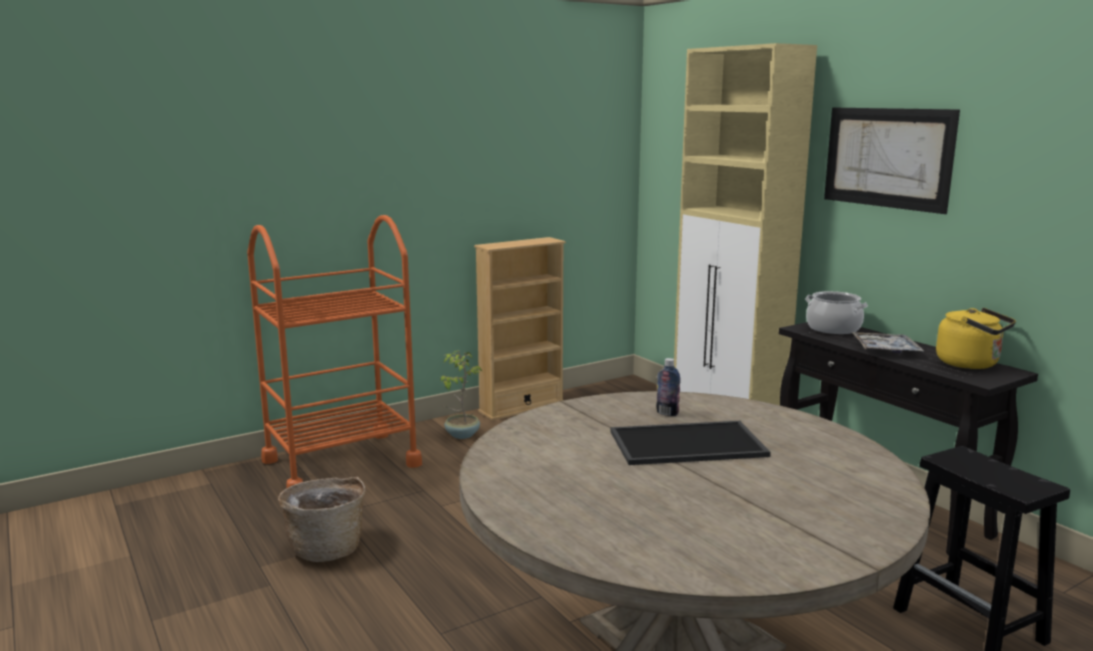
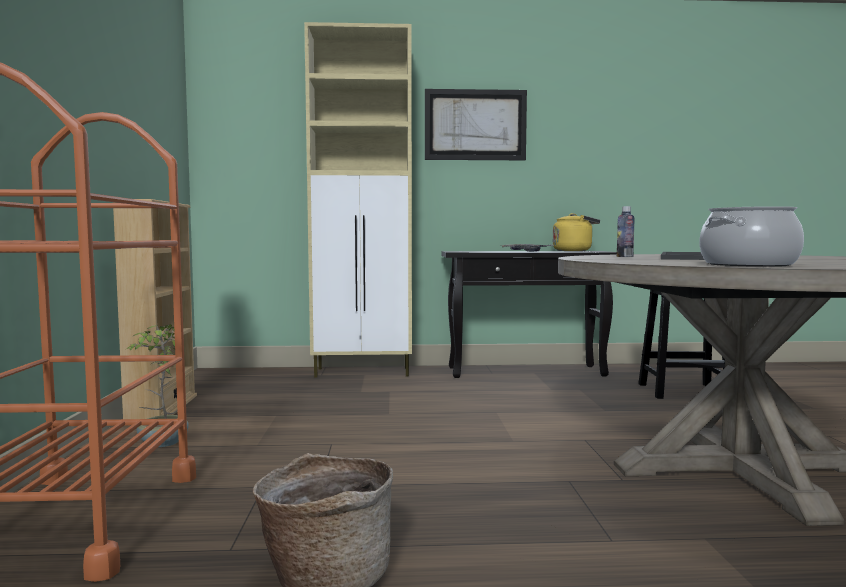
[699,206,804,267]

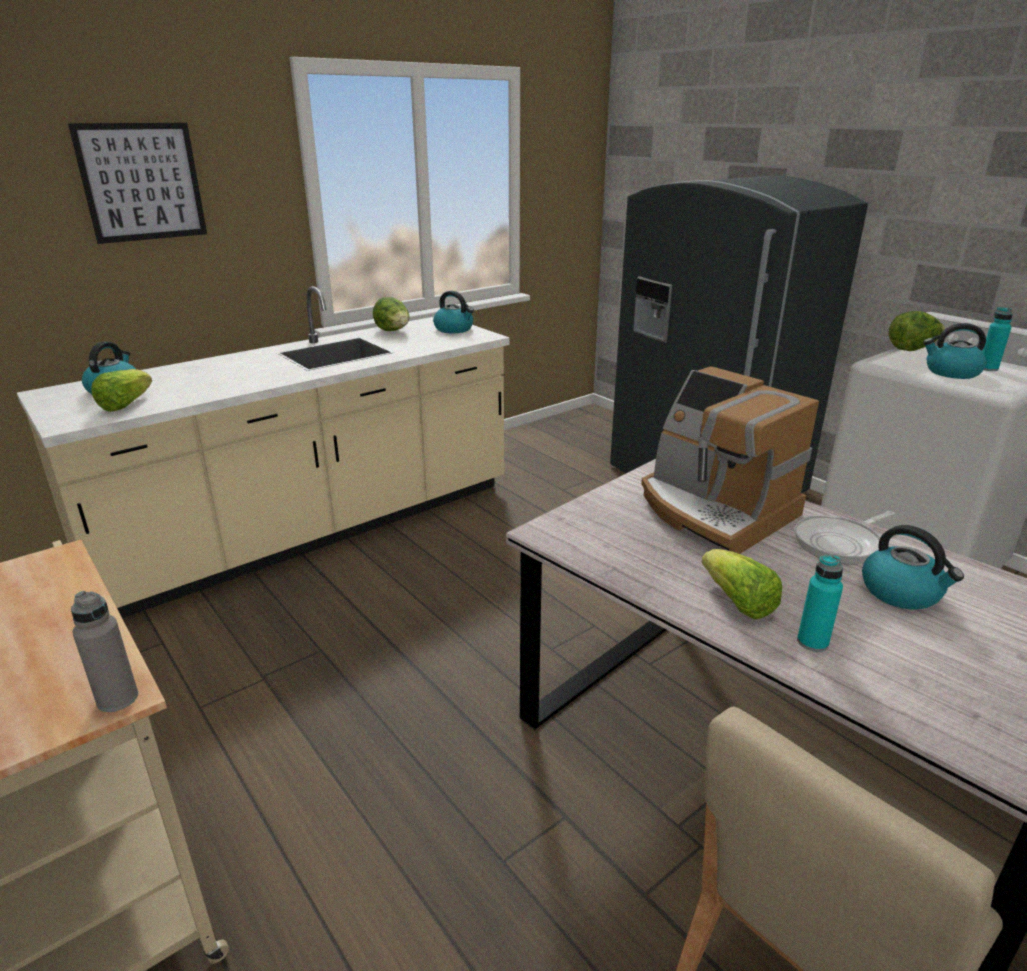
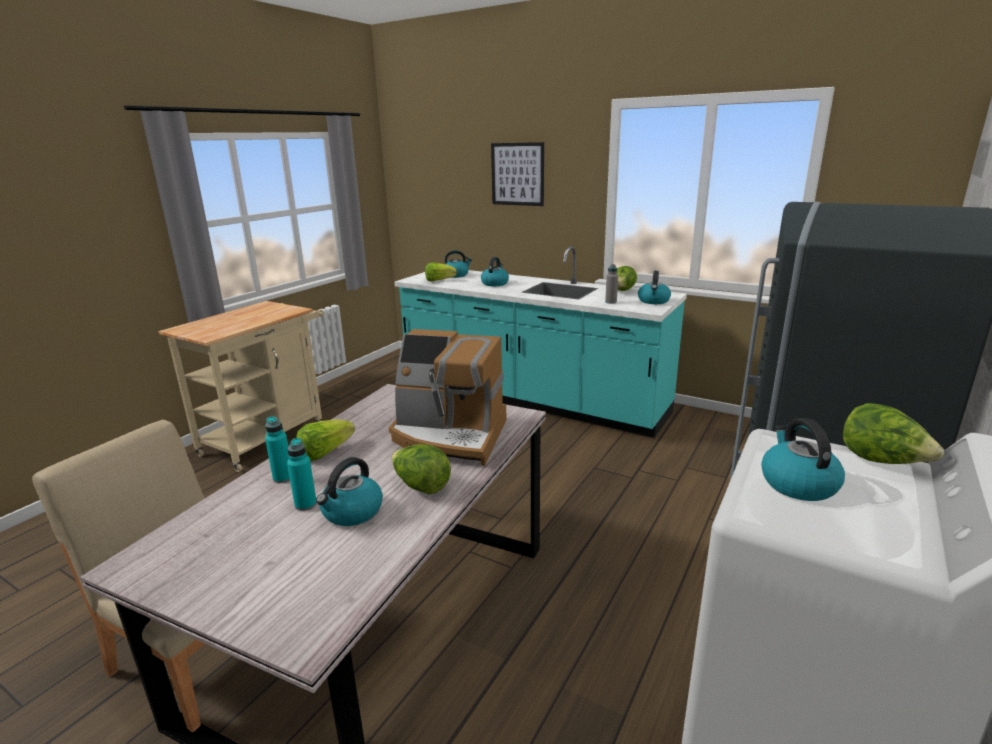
[481,257,509,286]
[605,264,618,304]
[287,438,317,511]
[391,444,451,494]
[395,246,687,438]
[389,329,506,466]

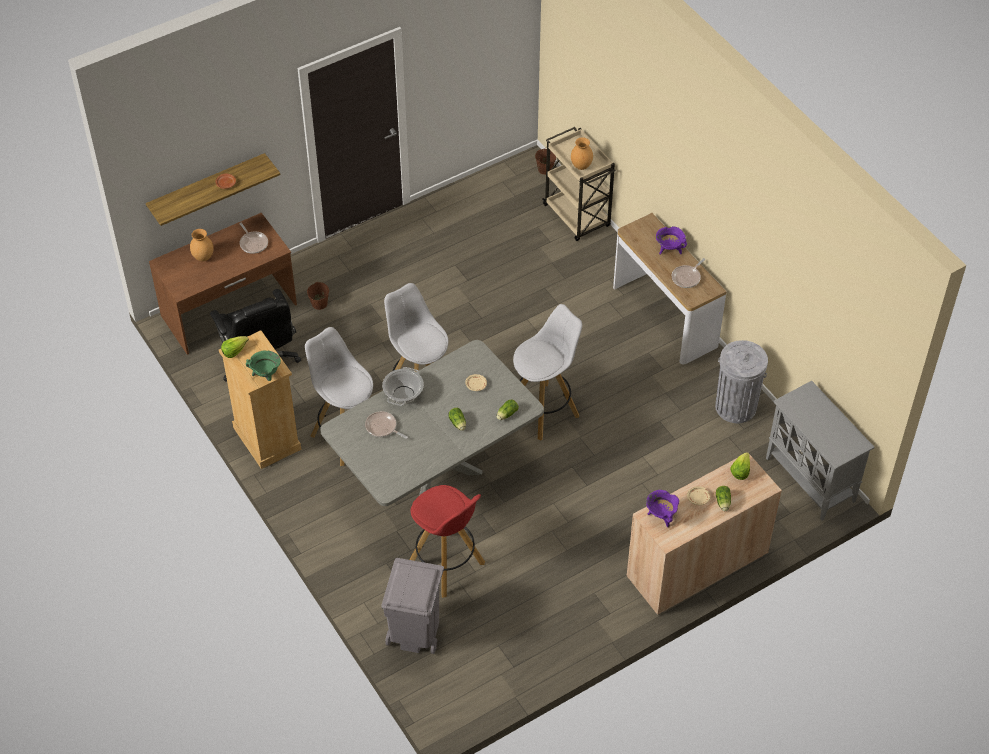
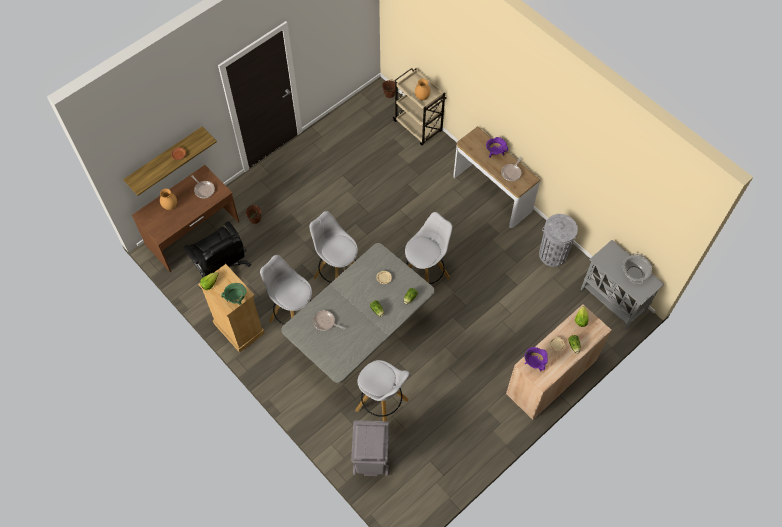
[623,253,652,284]
[356,360,409,421]

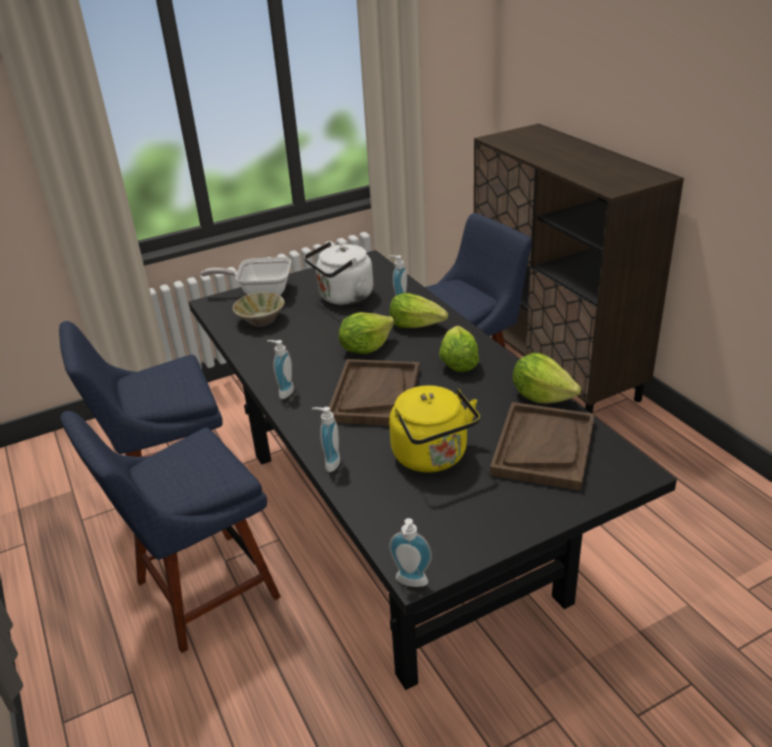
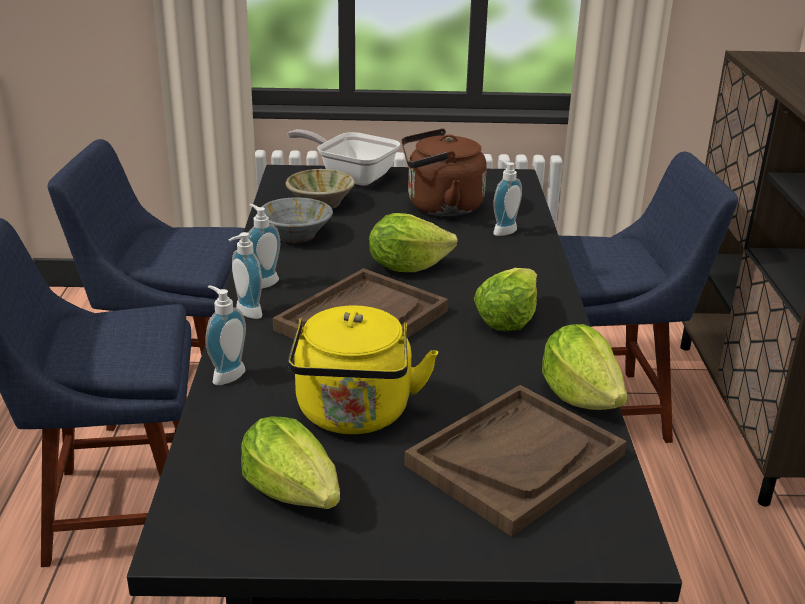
[262,197,333,243]
[241,416,340,509]
[229,232,262,319]
[401,128,487,217]

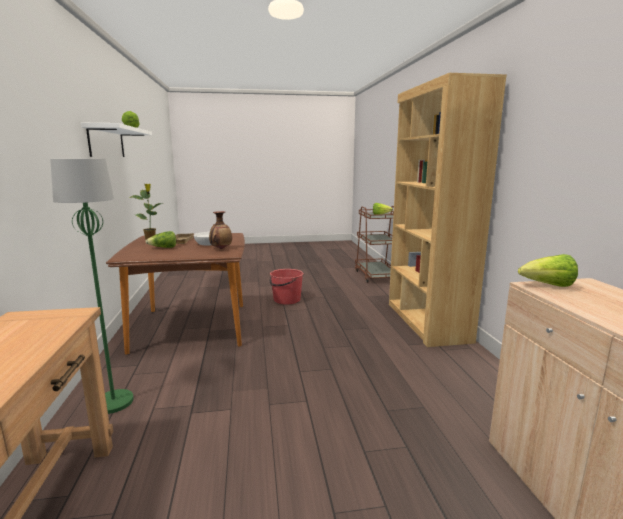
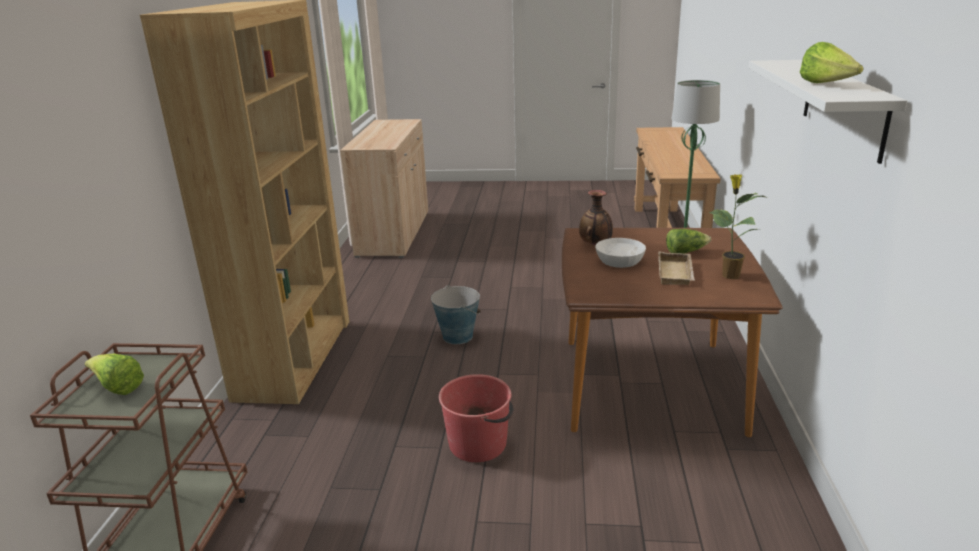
[518,254,578,287] (first image)
[431,285,481,344]

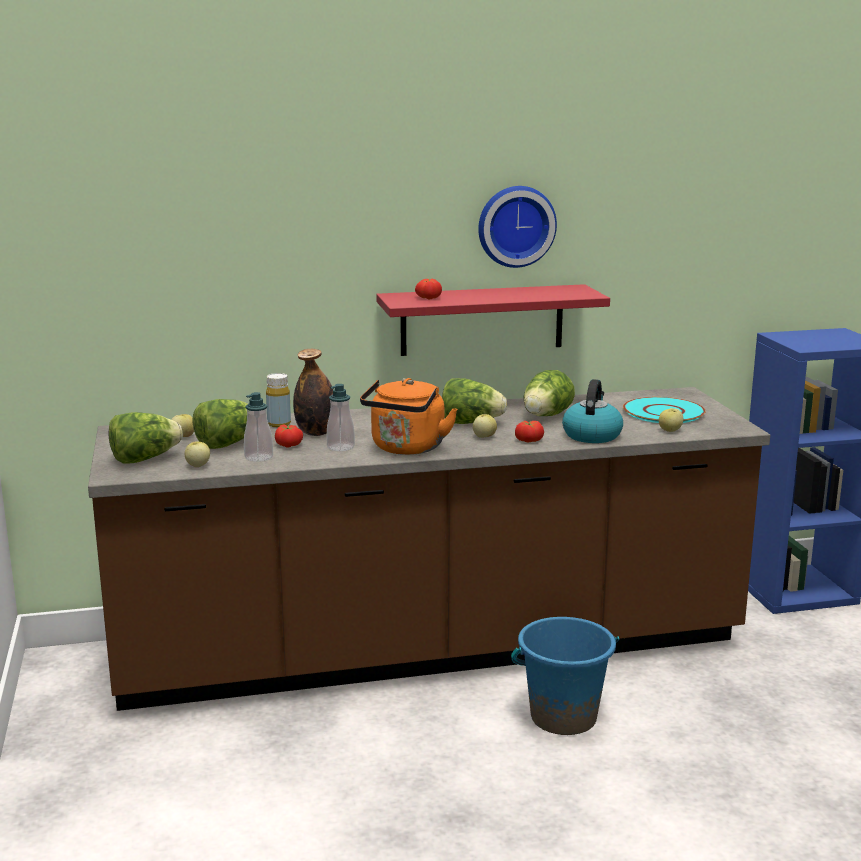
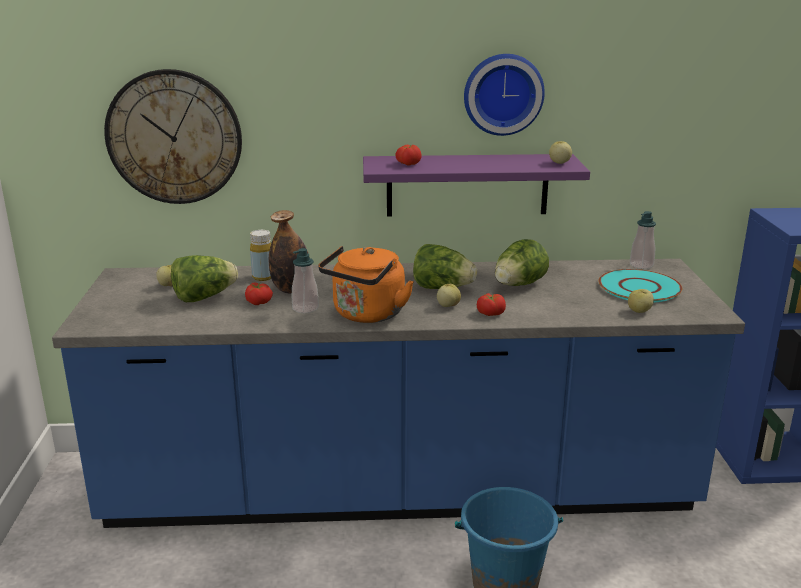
[108,412,183,464] (first image)
[562,379,623,443] (first image)
[104,69,242,204]
[549,141,572,164]
[630,211,656,269]
[52,259,745,528]
[363,154,590,216]

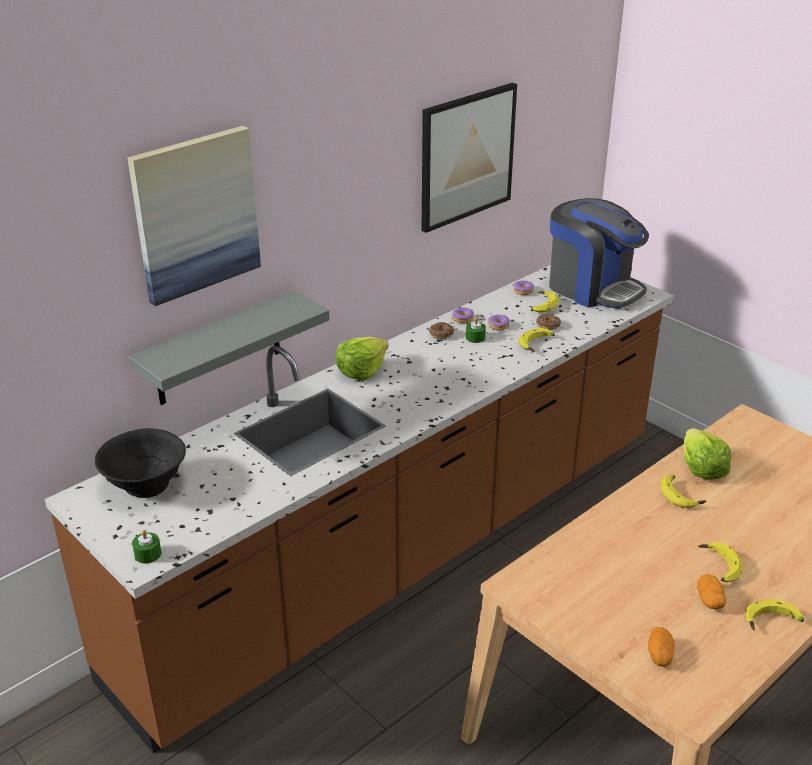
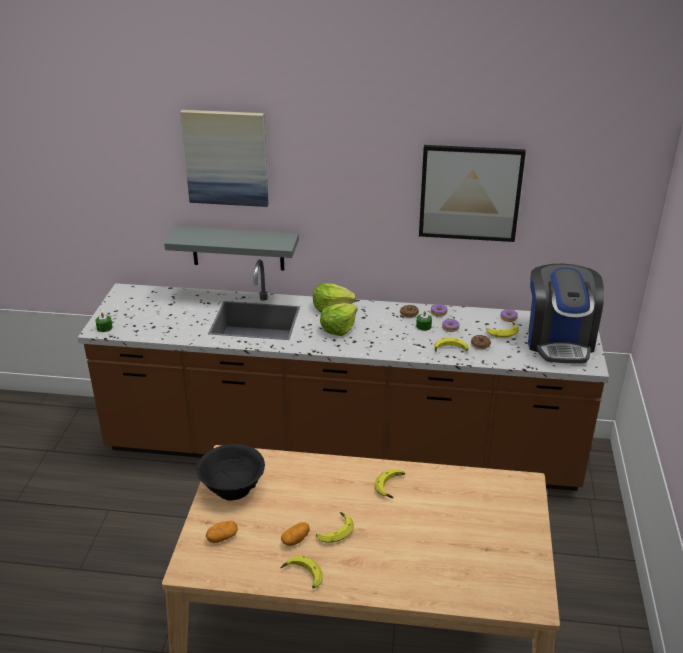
[197,444,265,500]
[320,303,357,336]

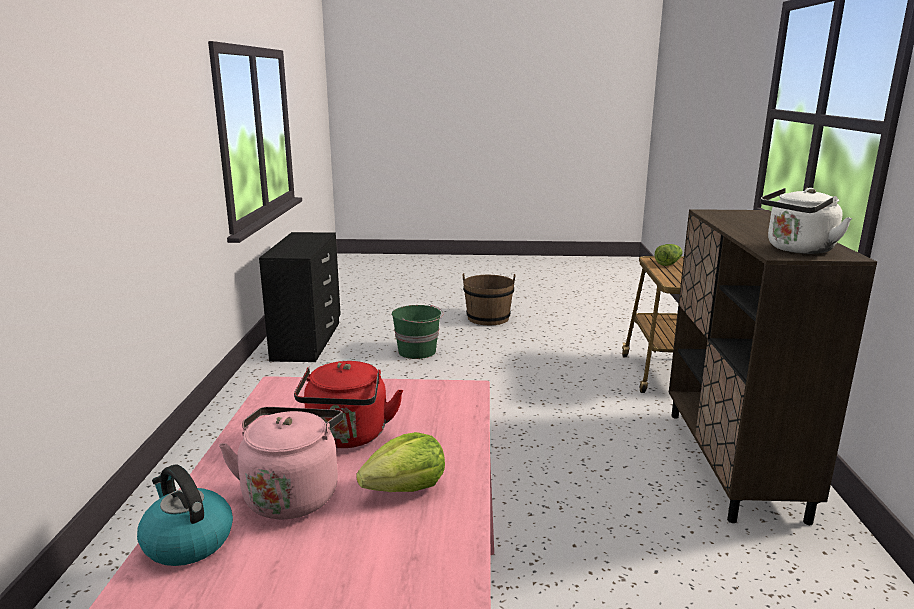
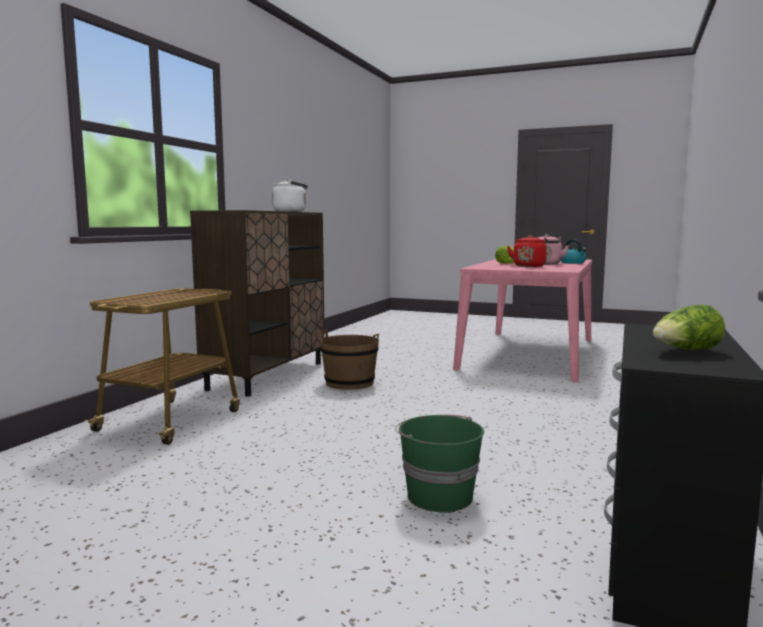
[320,329,379,390]
[653,304,725,350]

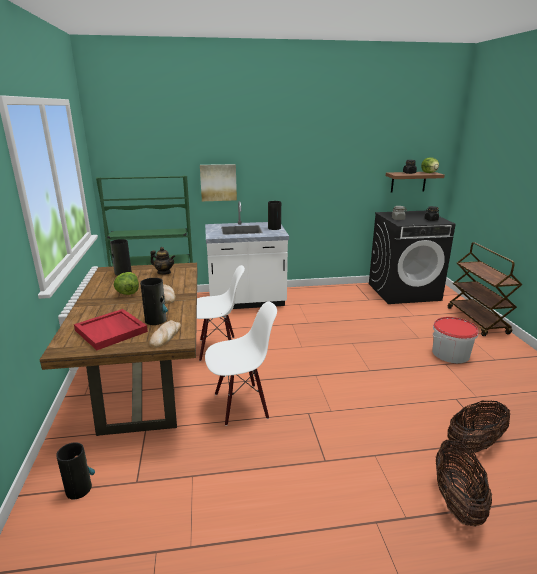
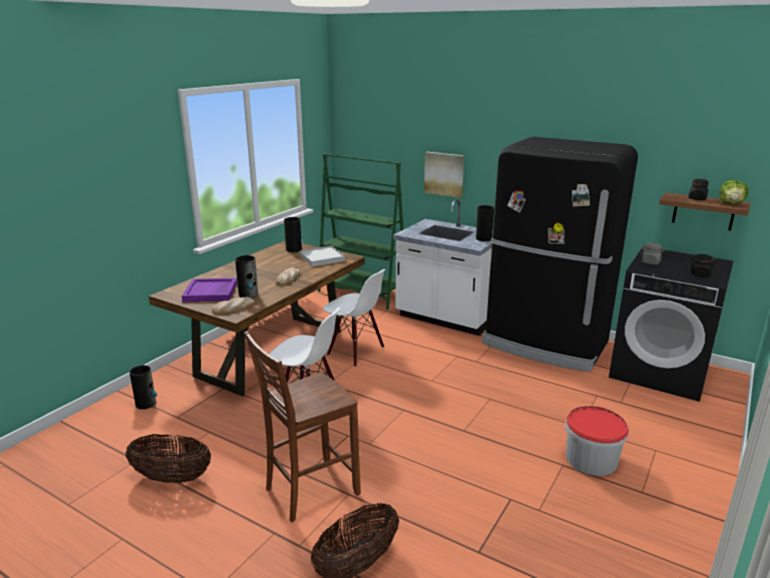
[114,272,139,295] (first image)
[448,242,522,336] (first image)
[244,331,361,522]
[482,137,638,372]
[126,434,211,483]
[299,246,345,267]
[182,278,237,302]

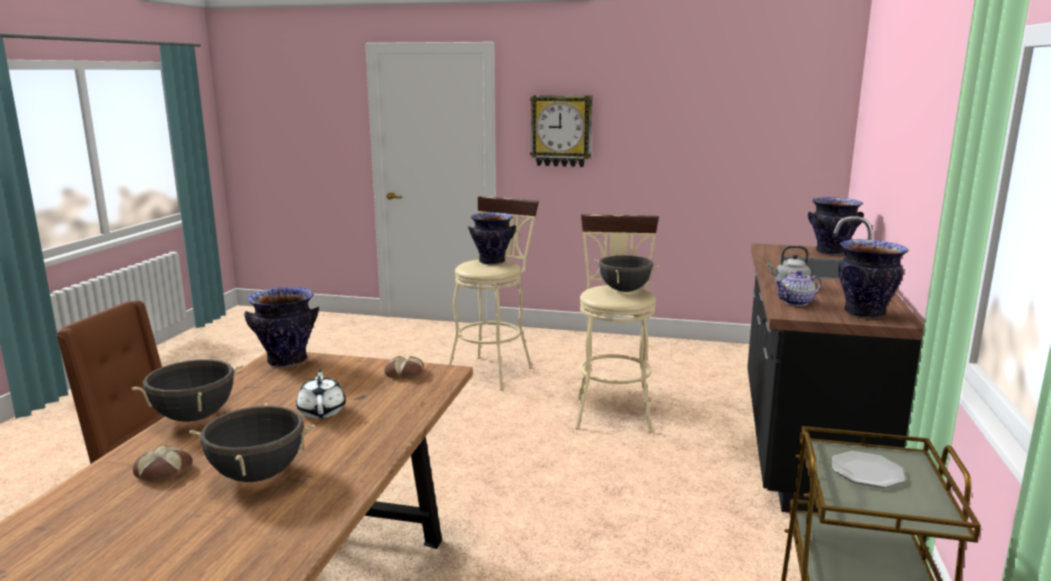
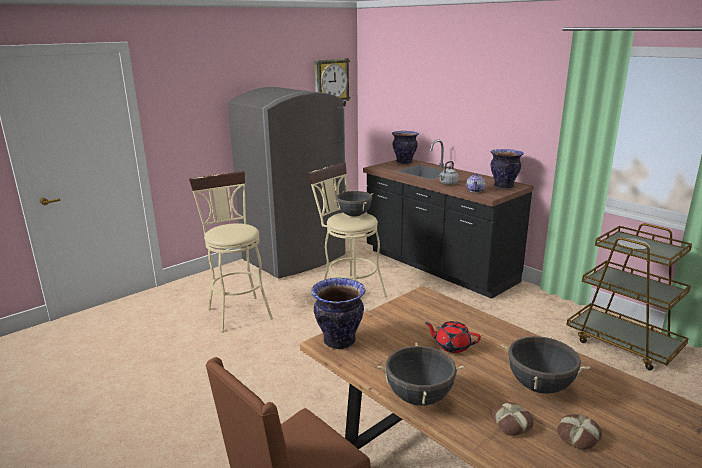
[468,212,516,265] (first image)
[228,87,346,278]
[557,414,602,450]
[314,58,350,107]
[425,321,481,353]

